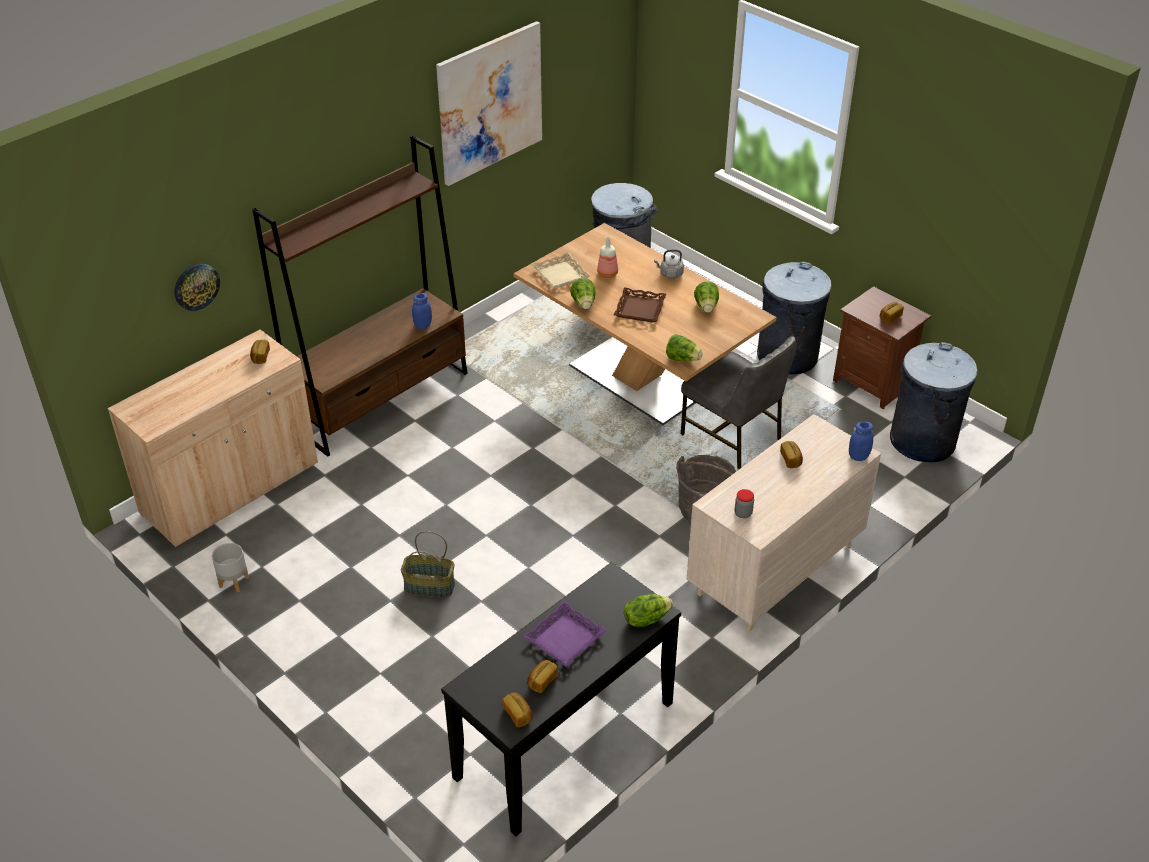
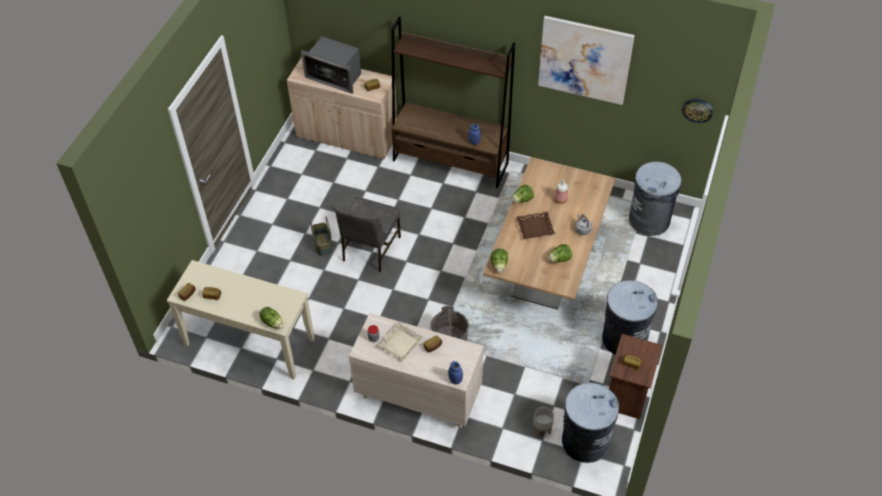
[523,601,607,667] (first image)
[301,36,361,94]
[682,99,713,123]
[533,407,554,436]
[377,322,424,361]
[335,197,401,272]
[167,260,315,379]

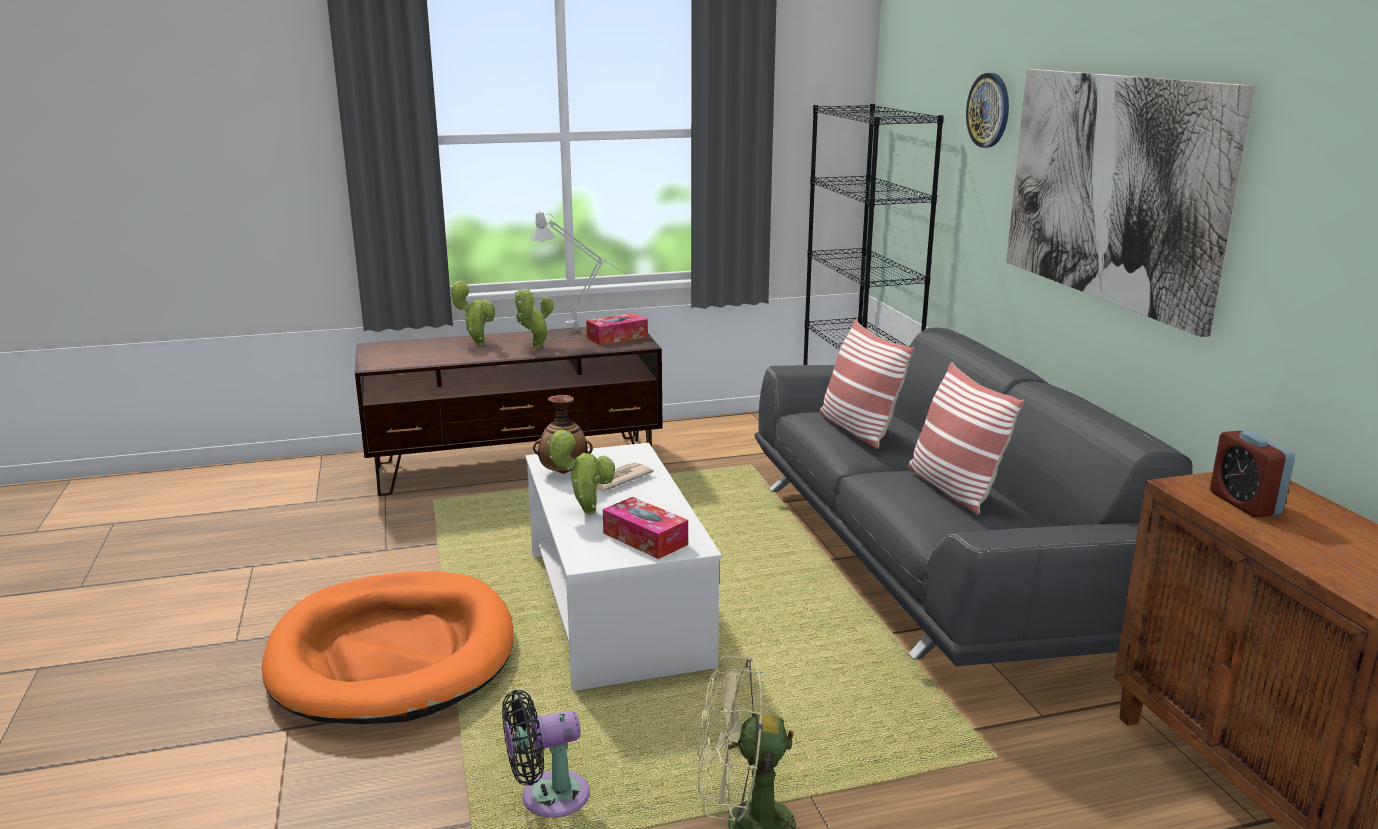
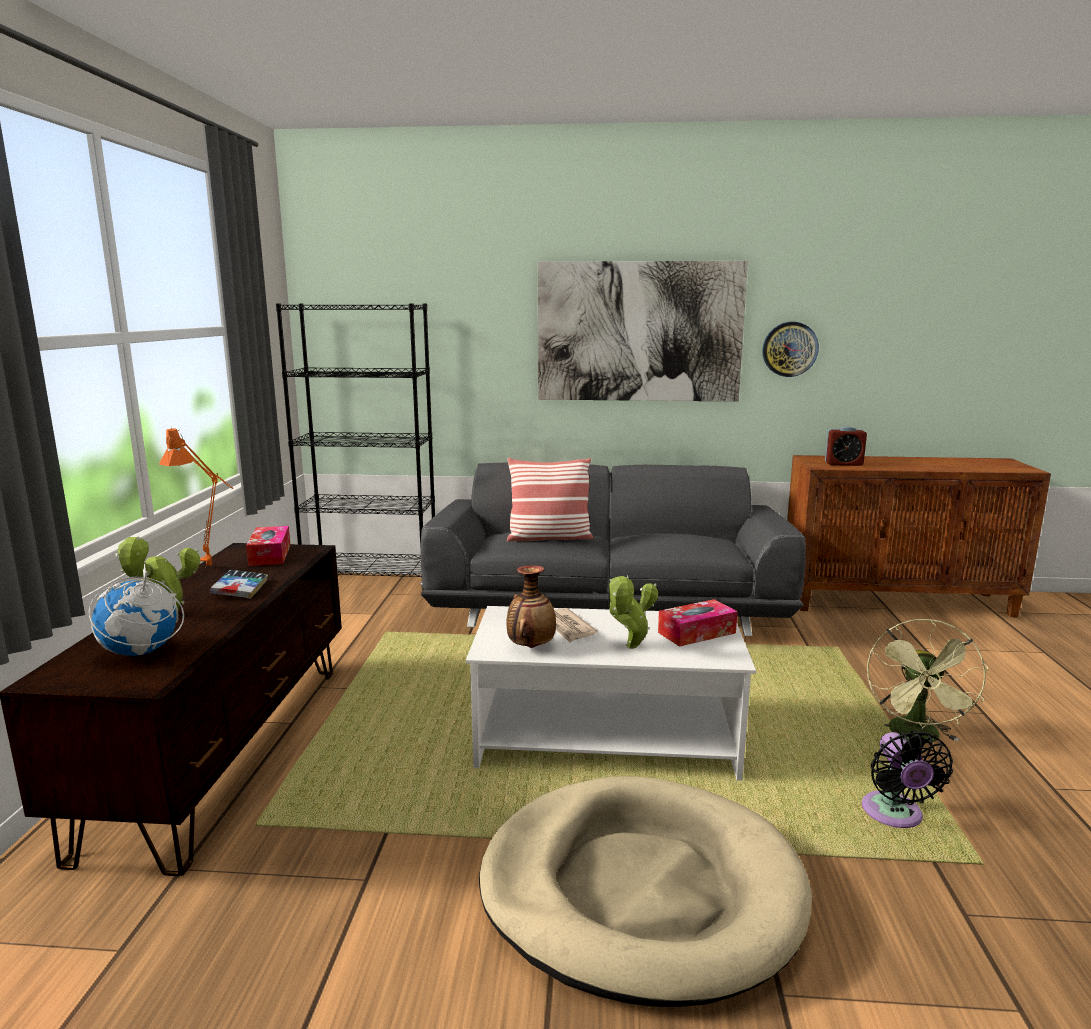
[908,362,1025,515] (first image)
[89,561,184,656]
[762,322,819,377]
[210,570,268,599]
[479,776,812,1007]
[159,428,233,566]

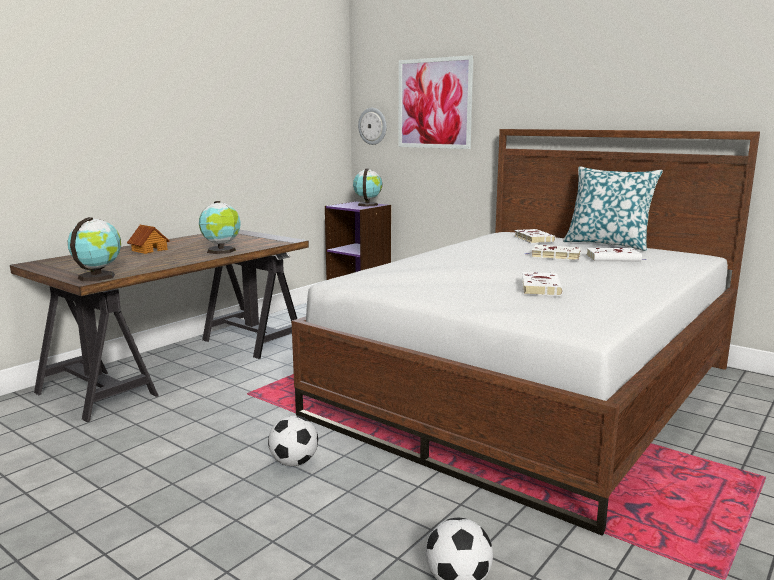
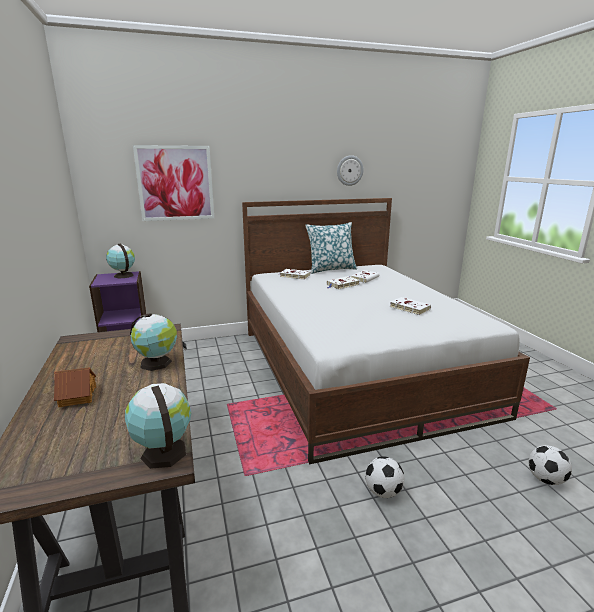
[337,155,364,186]

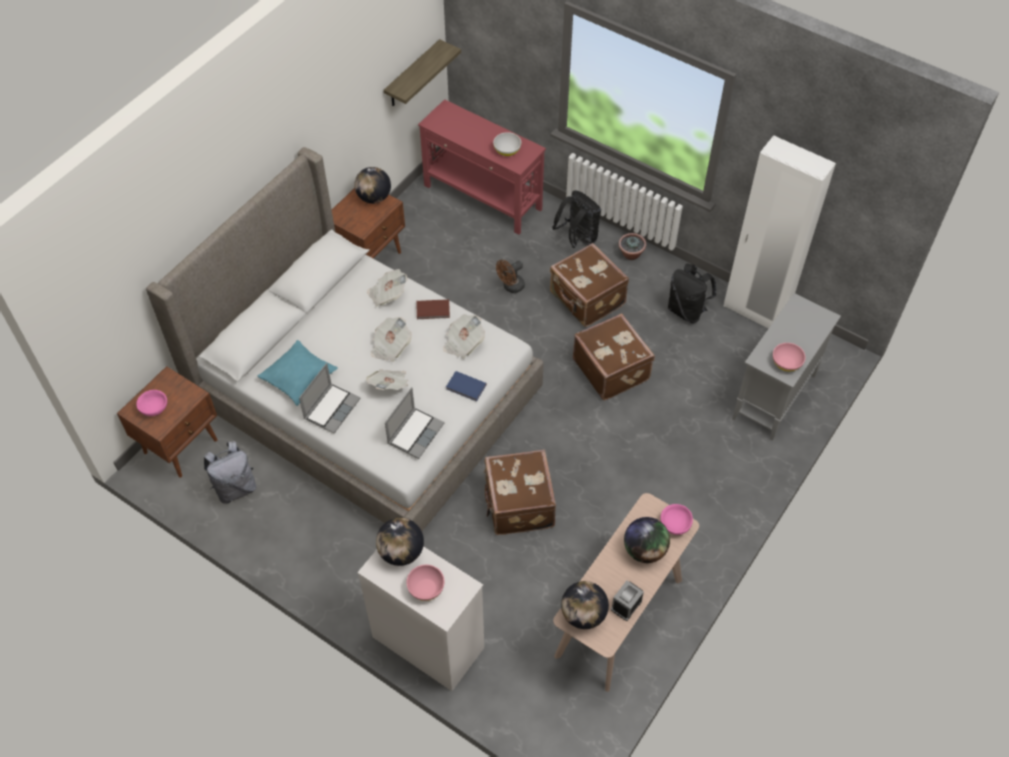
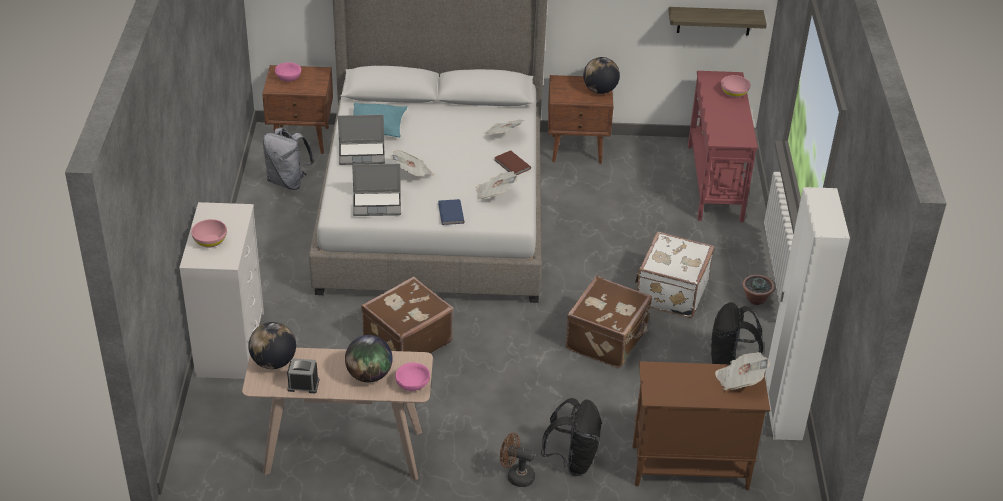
[376,518,424,566] (first image)
[493,132,521,156] (first image)
[715,352,770,390]
[500,432,535,487]
[541,398,602,476]
[721,75,750,98]
[635,231,714,318]
[633,361,770,490]

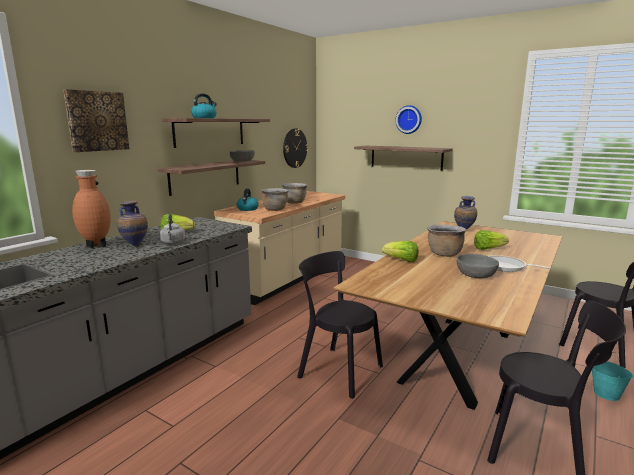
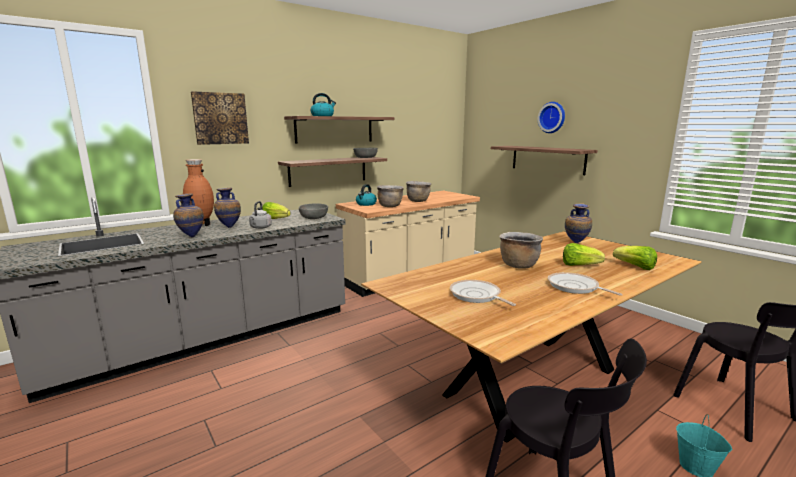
[283,129,308,168] (first image)
[297,251,383,399] (first image)
[173,193,204,238]
[450,280,516,306]
[613,246,657,270]
[299,204,328,219]

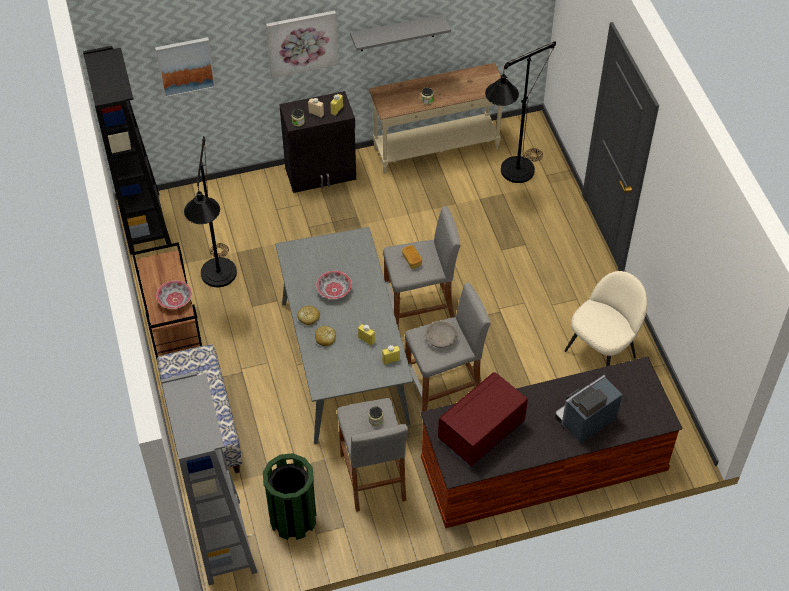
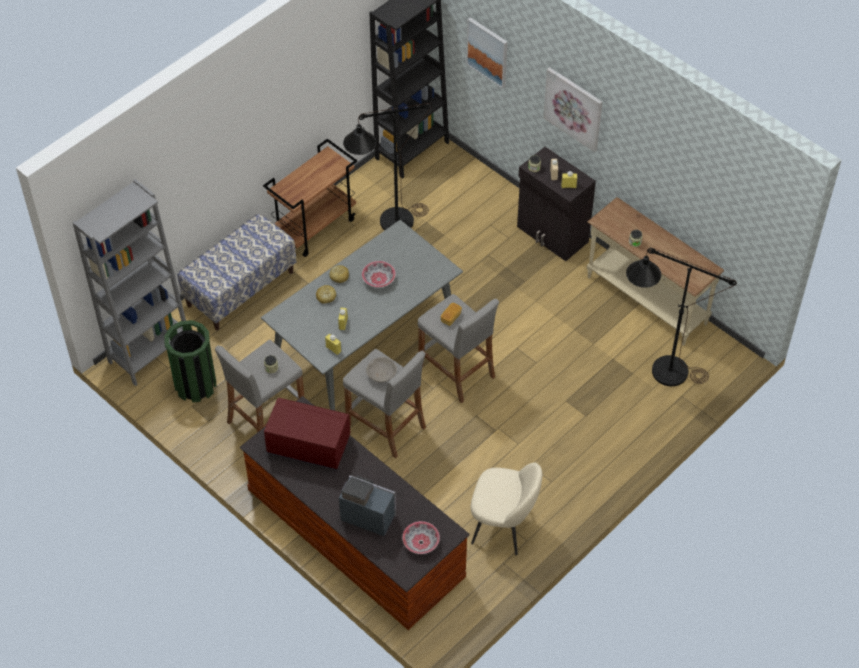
[350,14,451,51] (first image)
[402,521,440,554]

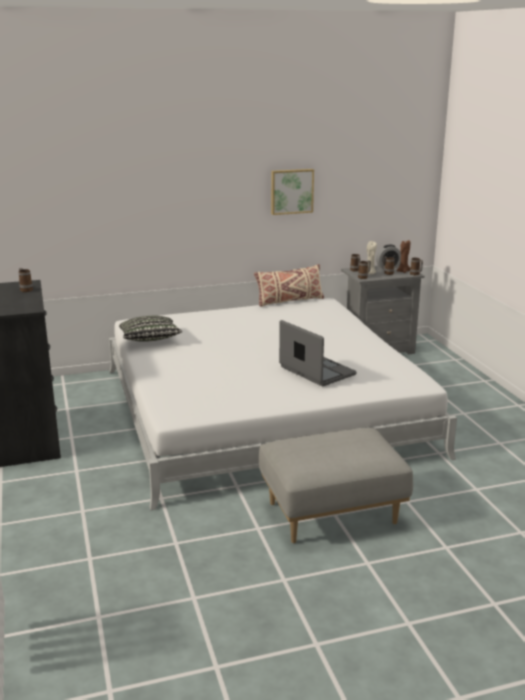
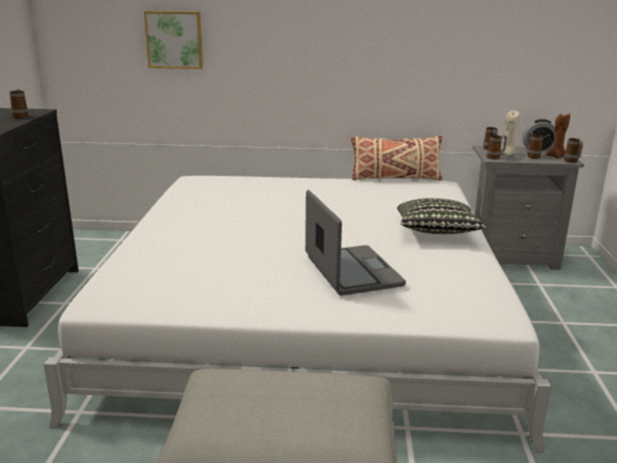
[397,198,486,234]
[144,11,203,69]

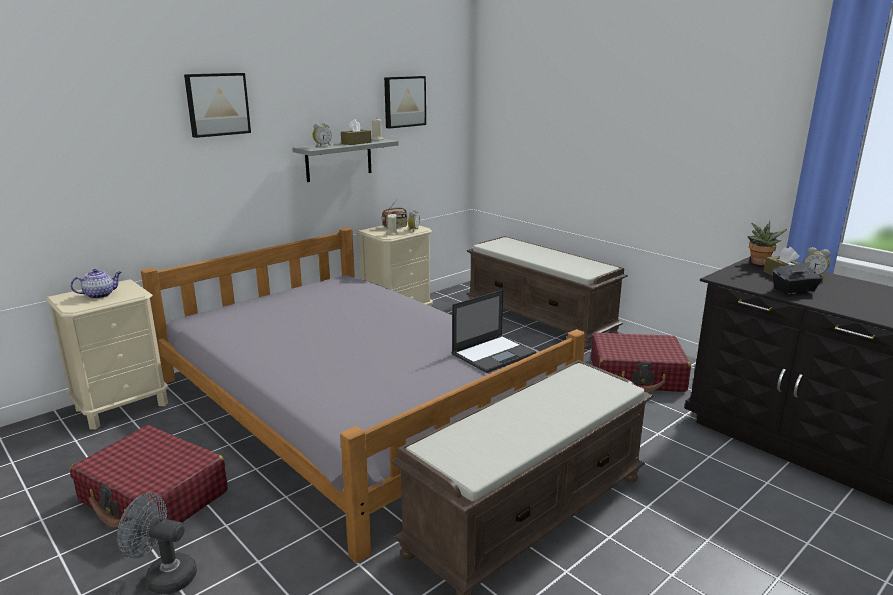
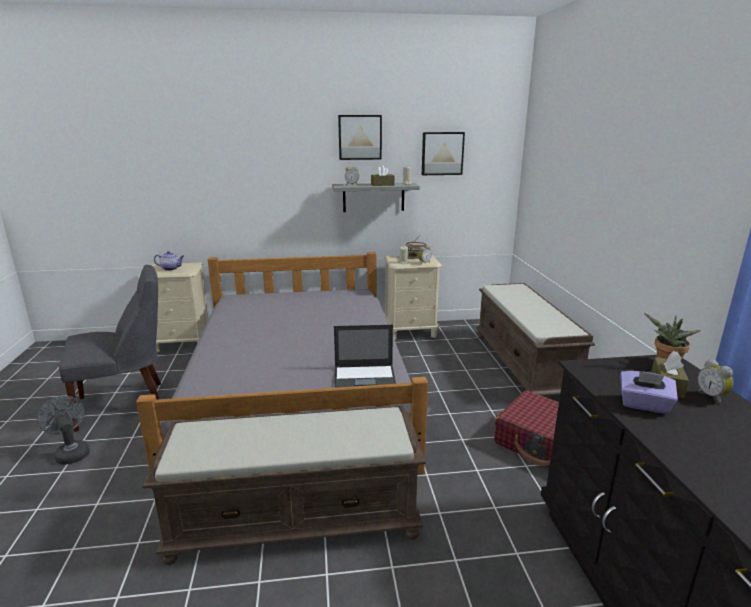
[338,115,382,160]
[59,265,161,432]
[620,371,678,414]

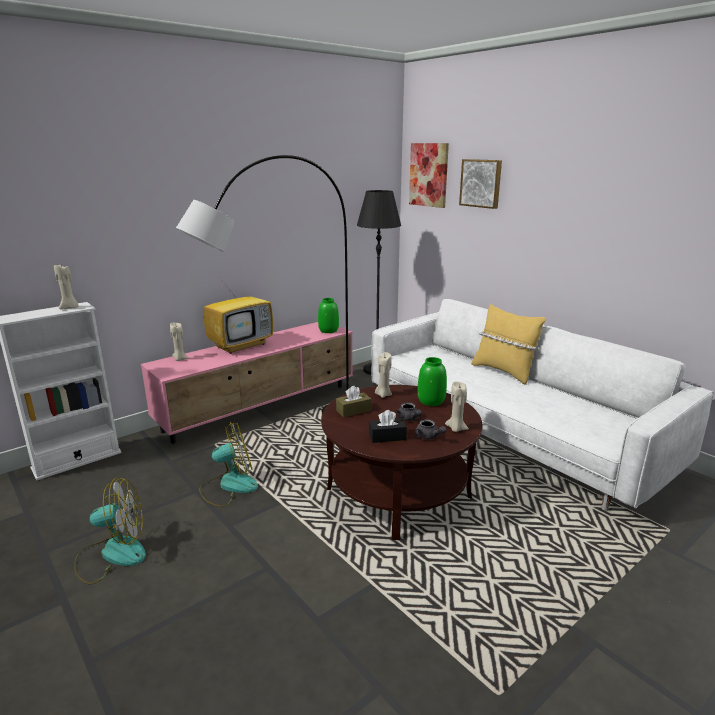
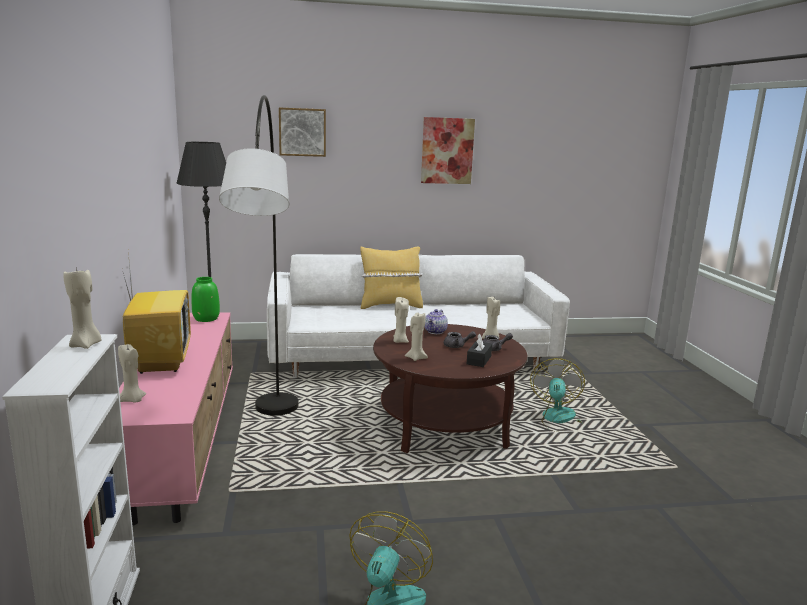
[530,358,585,433]
[421,117,475,184]
[405,313,428,361]
[425,309,448,334]

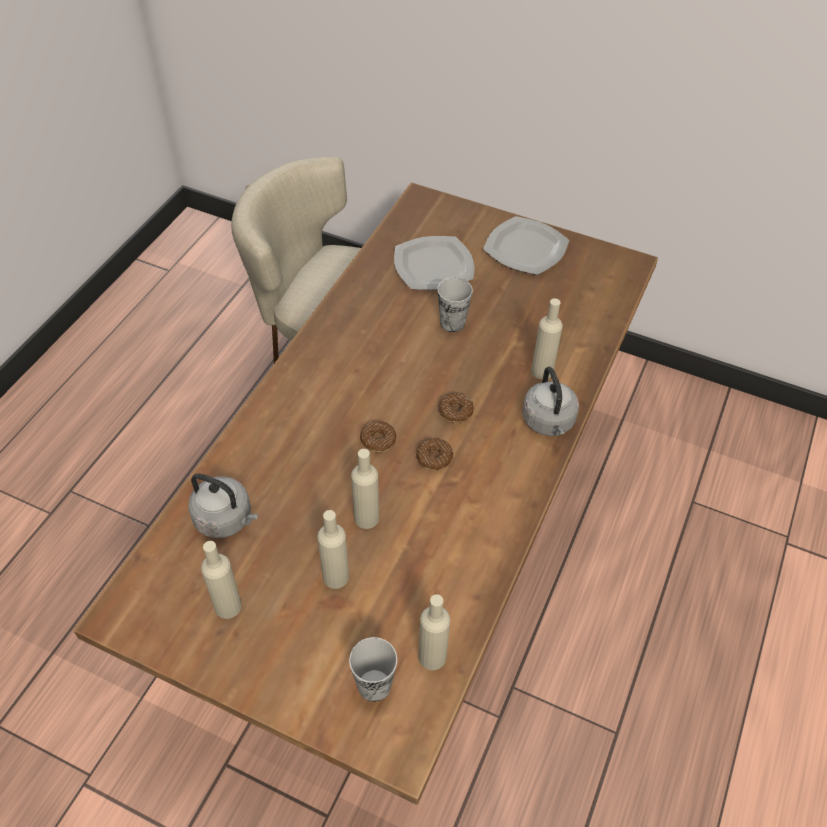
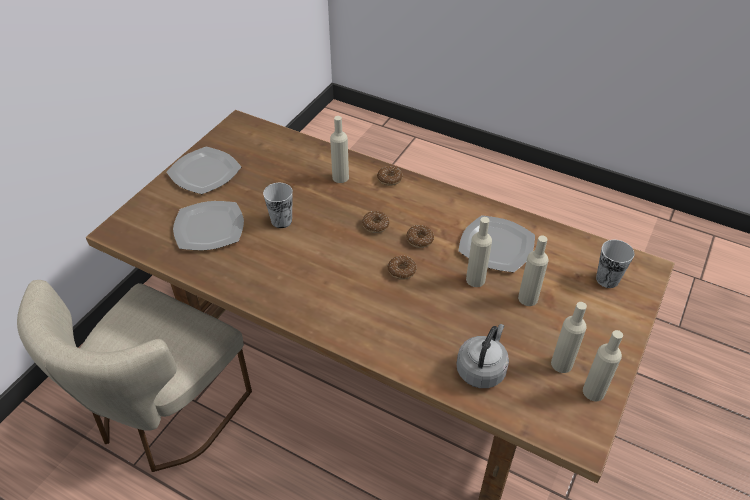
[458,215,535,272]
[583,330,623,401]
[377,166,403,186]

